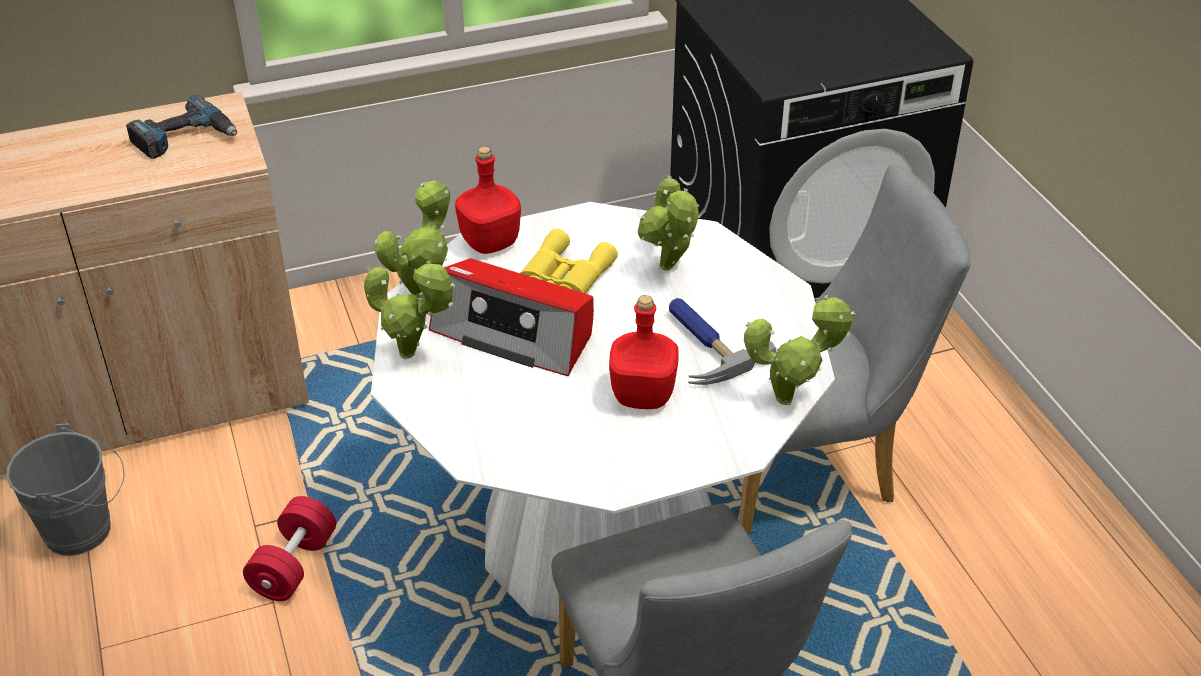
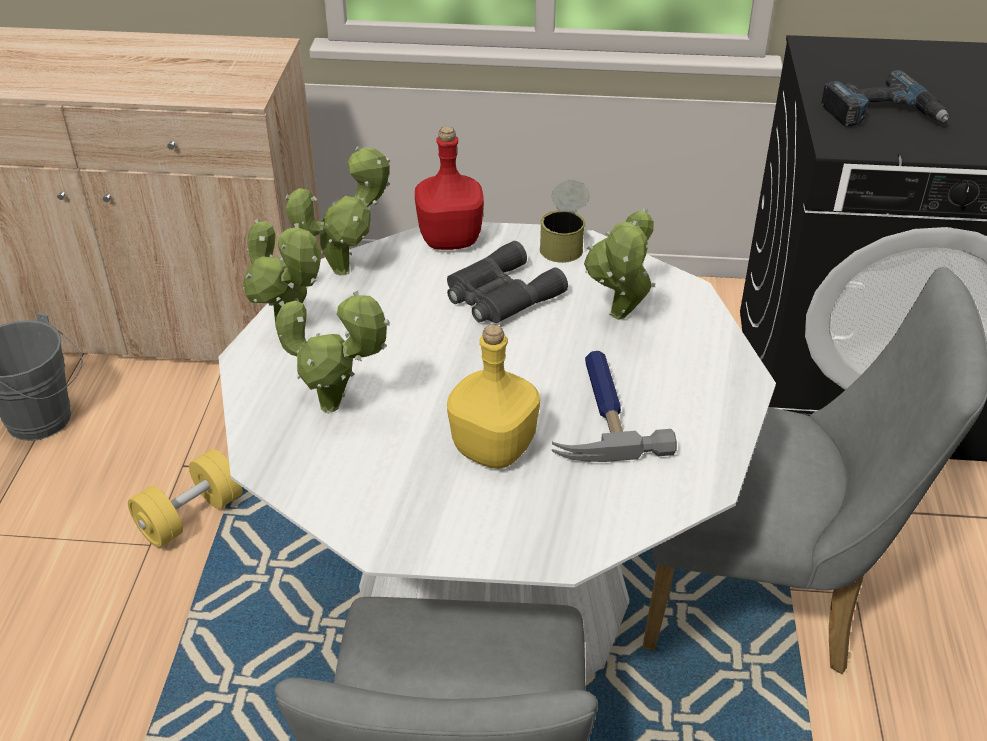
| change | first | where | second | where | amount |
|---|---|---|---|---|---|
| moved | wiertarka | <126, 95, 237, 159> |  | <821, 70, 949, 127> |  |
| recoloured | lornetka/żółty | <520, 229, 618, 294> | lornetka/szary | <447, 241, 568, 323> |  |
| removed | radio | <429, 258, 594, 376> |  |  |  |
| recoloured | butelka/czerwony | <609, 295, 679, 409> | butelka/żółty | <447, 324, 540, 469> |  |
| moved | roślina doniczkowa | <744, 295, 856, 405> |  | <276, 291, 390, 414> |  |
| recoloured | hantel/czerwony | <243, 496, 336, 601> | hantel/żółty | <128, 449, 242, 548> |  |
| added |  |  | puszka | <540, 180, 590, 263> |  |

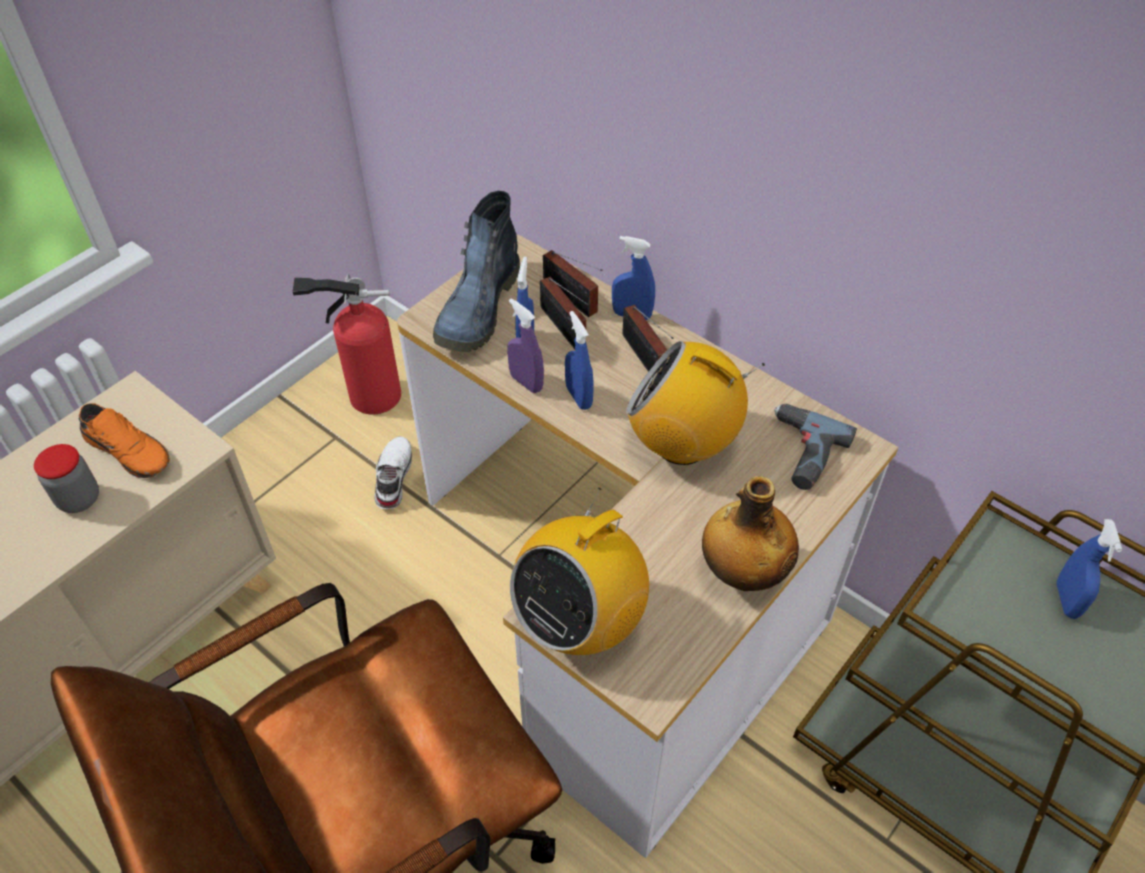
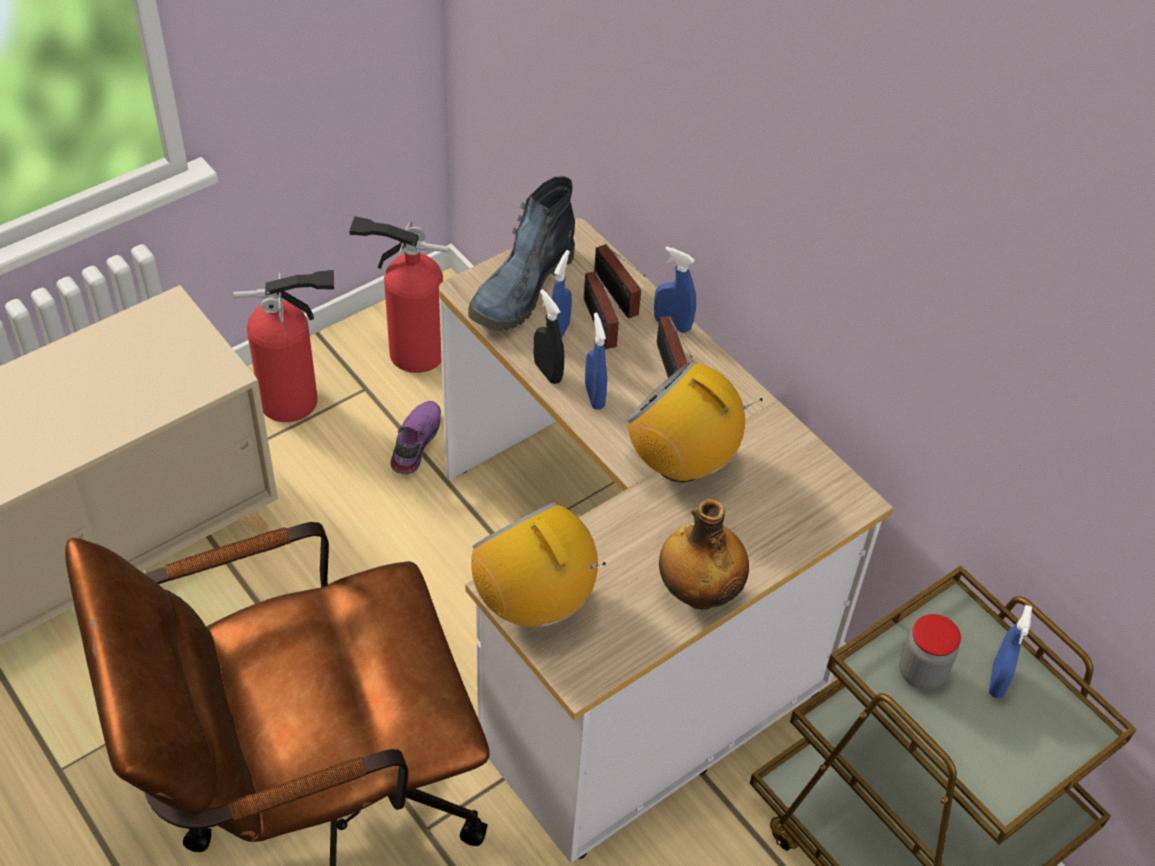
| change | first | where | second | where | amount |
|---|---|---|---|---|---|
| recoloured | spryskiwacz/fioletowy | <507, 298, 544, 393> | spryskiwacz/czarny | <534, 289, 564, 384> |  |
| removed | but/pomarańczowy | <79, 403, 170, 478> |  |  |  |
| removed | wiertarka | <774, 403, 857, 490> |  |  |  |
| recoloured | but/biały | <374, 436, 412, 509> | but/fioletowy | <391, 401, 441, 475> |  |
| moved | słoik | <34, 444, 99, 513> |  | <899, 614, 961, 690> |  |
| turned | radio | <510, 488, 649, 655> |  | <471, 502, 606, 627> | 90 degrees clockwise |
| added |  |  | gaśnica | <233, 270, 334, 422> |  |

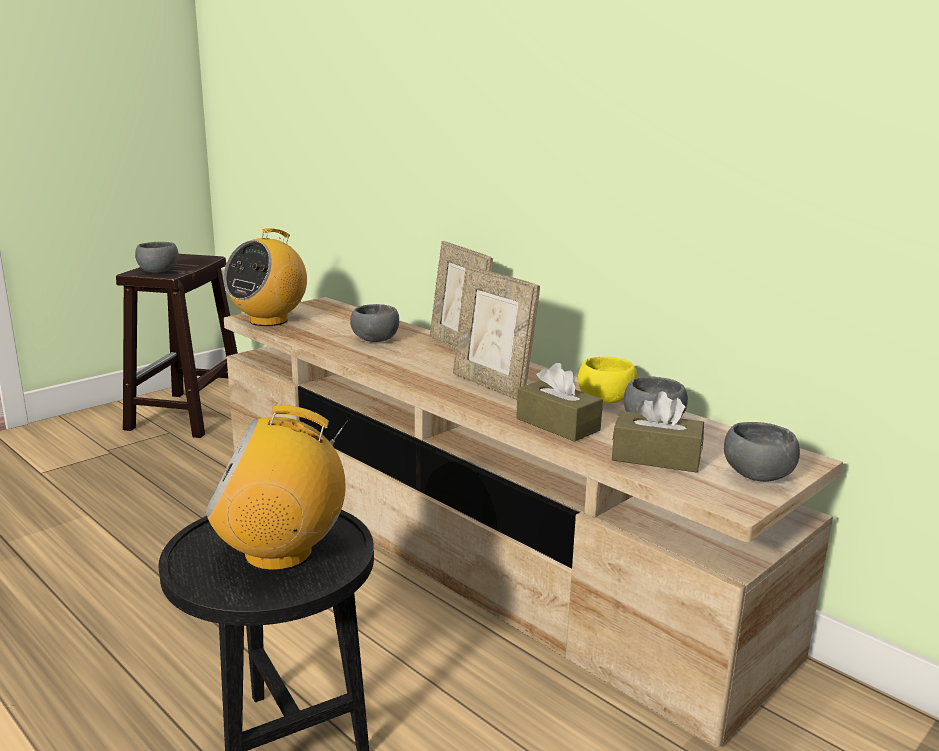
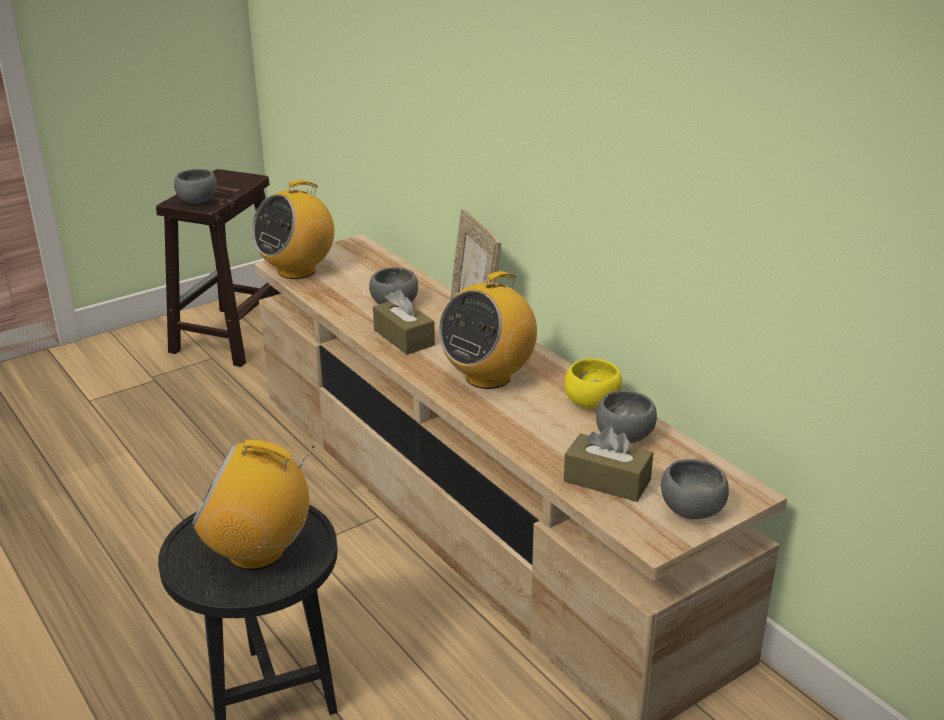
| change | first | where | second | where | amount |
|---|---|---|---|---|---|
| replaced | ramka na zdjęcie | <453, 266, 540, 400> | radio | <439, 271, 537, 389> |  |
| moved | pudełko chusteczek/brązowy | <516, 363, 603, 442> |  | <373, 289, 435, 355> |  |

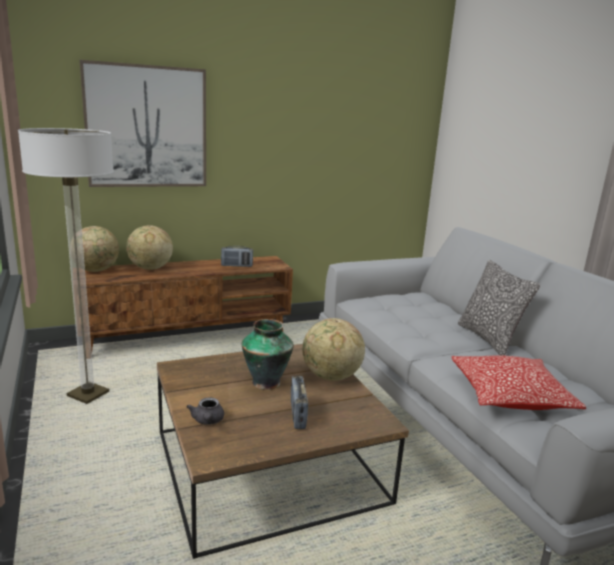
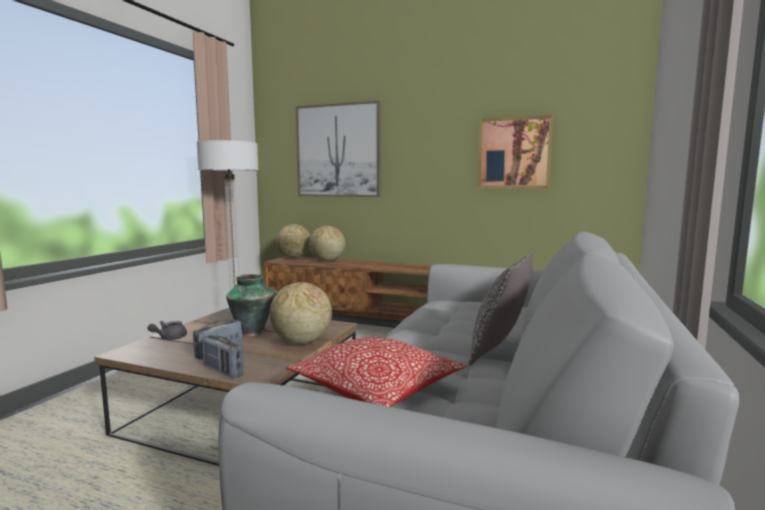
| change | first | where | second | where | amount |
|---|---|---|---|---|---|
| moved | radio | <221, 246, 253, 267> |  | <202, 335, 244, 378> |  |
| added |  |  | obraz | <478, 115, 553, 188> |  |

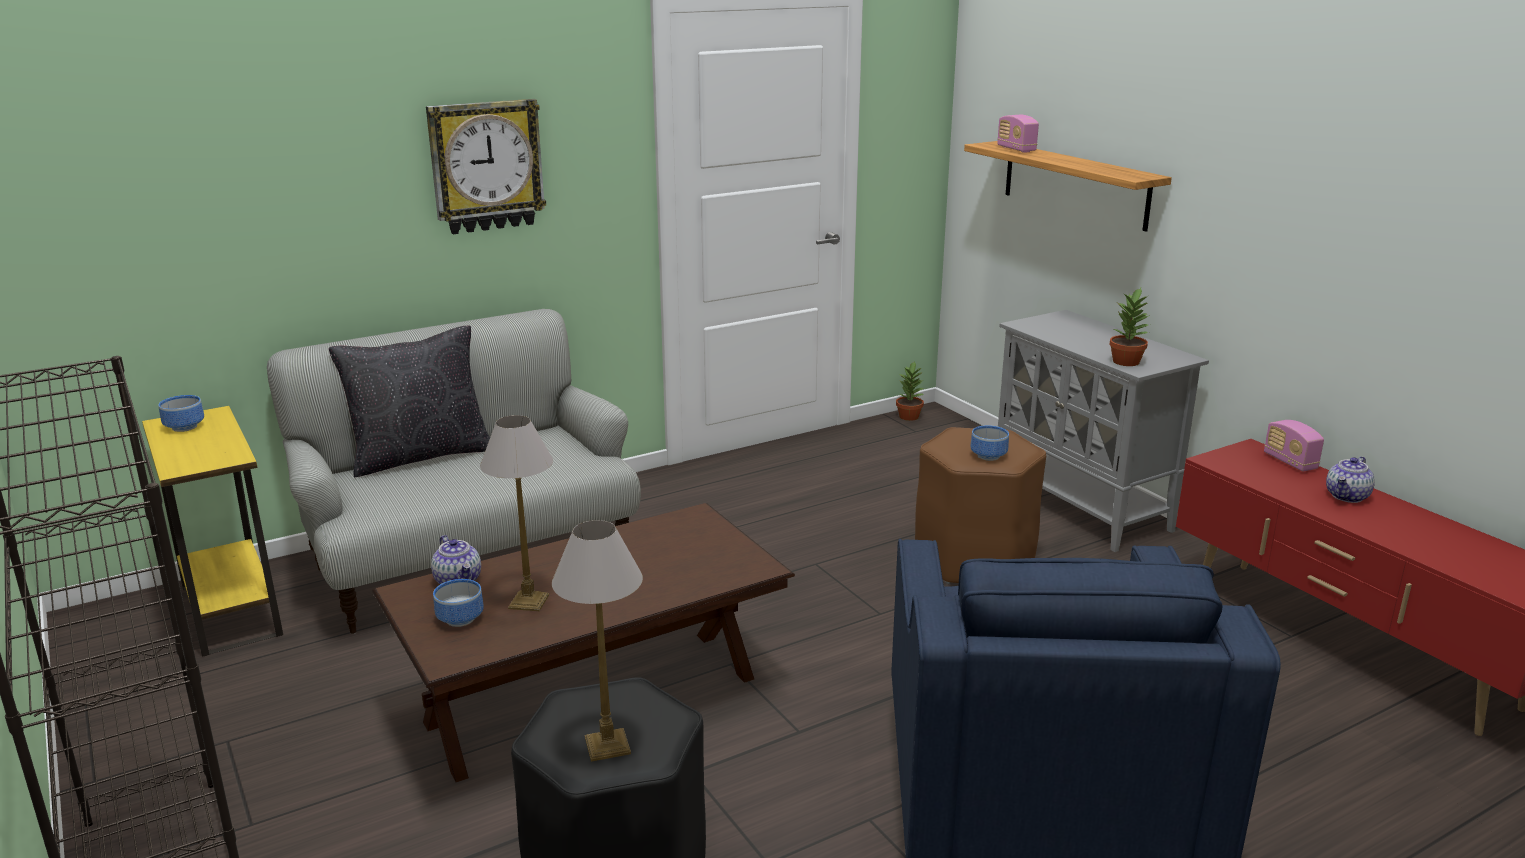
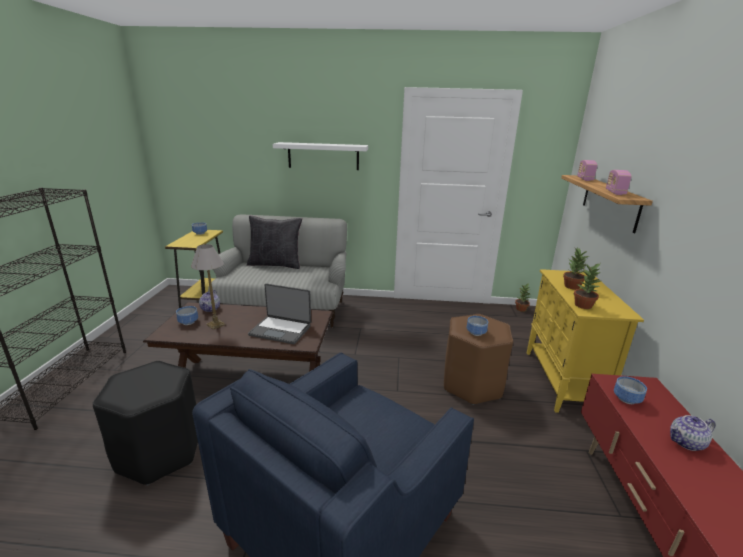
| change | first | where | second | where | amount |
|---|---|---|---|---|---|
| replaced | zegar ścienny | <426, 99, 546, 234> | półka/biały | <273, 142, 368, 170> |  |
| recoloured | szafka/szary | <997, 310, 1209, 552> | szafka/żółty | <527, 269, 644, 413> |  |
| moved | radio | <1264, 420, 1324, 471> |  | <606, 170, 632, 195> |  |
| removed | lampa stołowa | <552, 520, 643, 762> |  |  |  |
| added |  |  | roślina doniczkowa | <563, 248, 589, 290> |  |
| added |  |  | laptop | <248, 283, 311, 344> |  |
| added |  |  | miska | <614, 376, 647, 404> |  |

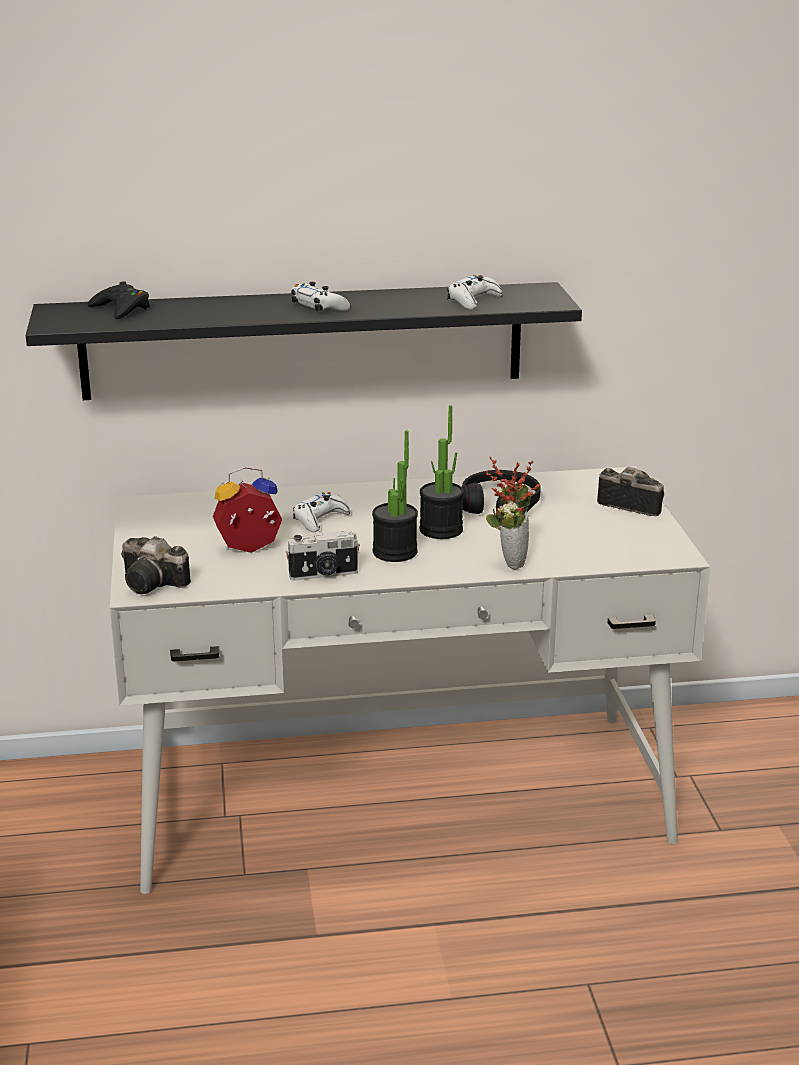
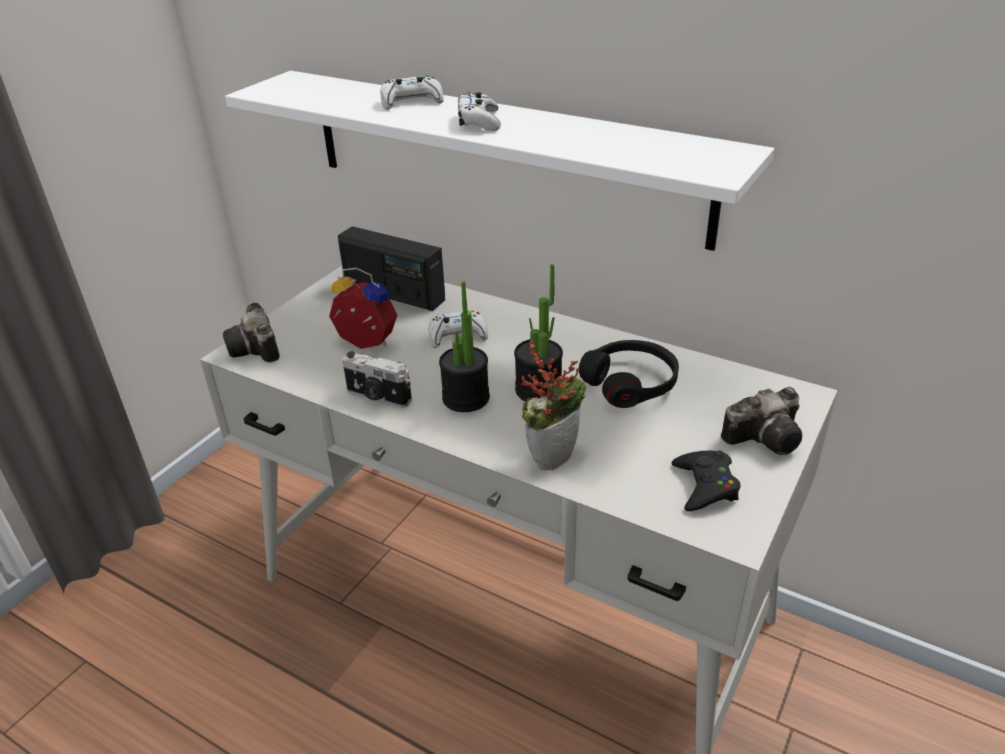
| change | first | where | second | where | amount |
|---|---|---|---|---|---|
| moved | pad do gier/biały | <447, 275, 503, 310> |  | <380, 76, 444, 110> |  |
| moved | pad do gier/czarny | <87, 281, 150, 319> |  | <672, 450, 741, 511> |  |
| recoloured | półka/czarny | <26, 282, 582, 400> | półka/biały | <225, 71, 775, 251> |  |
| turned | aparat fotograficzny | <597, 467, 664, 516> |  | <721, 387, 802, 455> | 90 degrees clockwise |
| added |  |  | radio | <338, 226, 445, 311> |  |

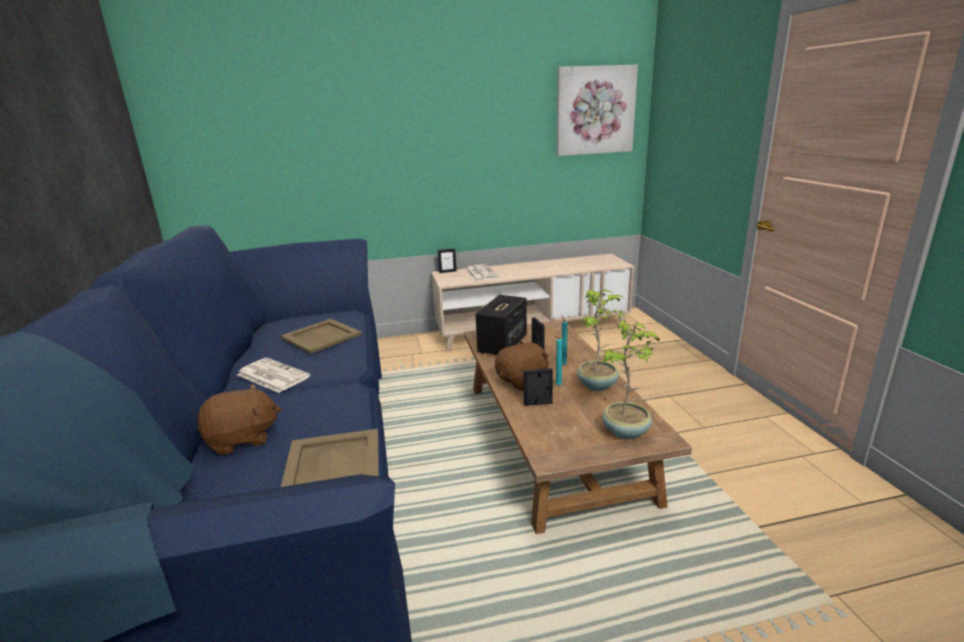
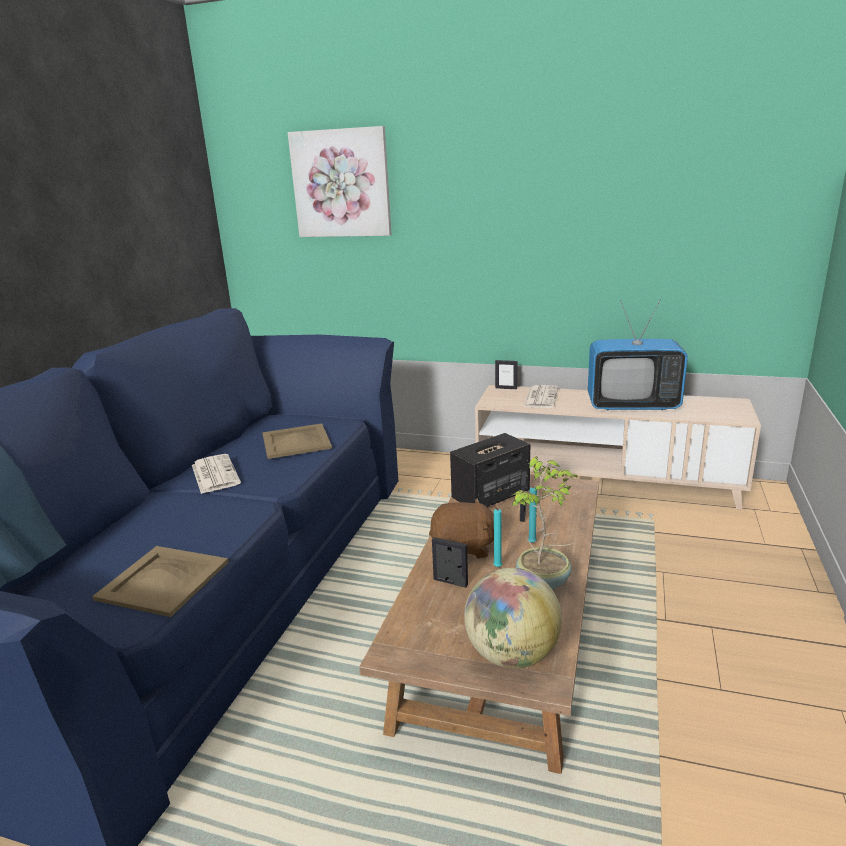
| change | first | where | second | where | amount |
|---|---|---|---|---|---|
| moved | obraz | <557, 65, 638, 156> |  | <288, 126, 392, 237> |  |
| replaced | roślina doniczkowa | <602, 320, 660, 439> | globus | <464, 568, 562, 669> |  |
| removed | pluszak/brązowy | <197, 384, 281, 455> |  |  |  |
| added |  |  | telewizor | <588, 299, 688, 410> |  |

